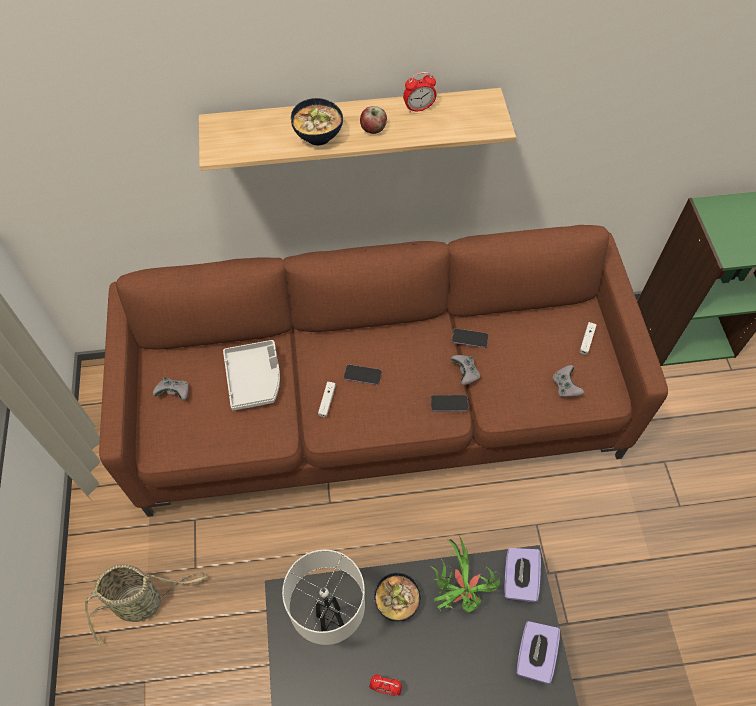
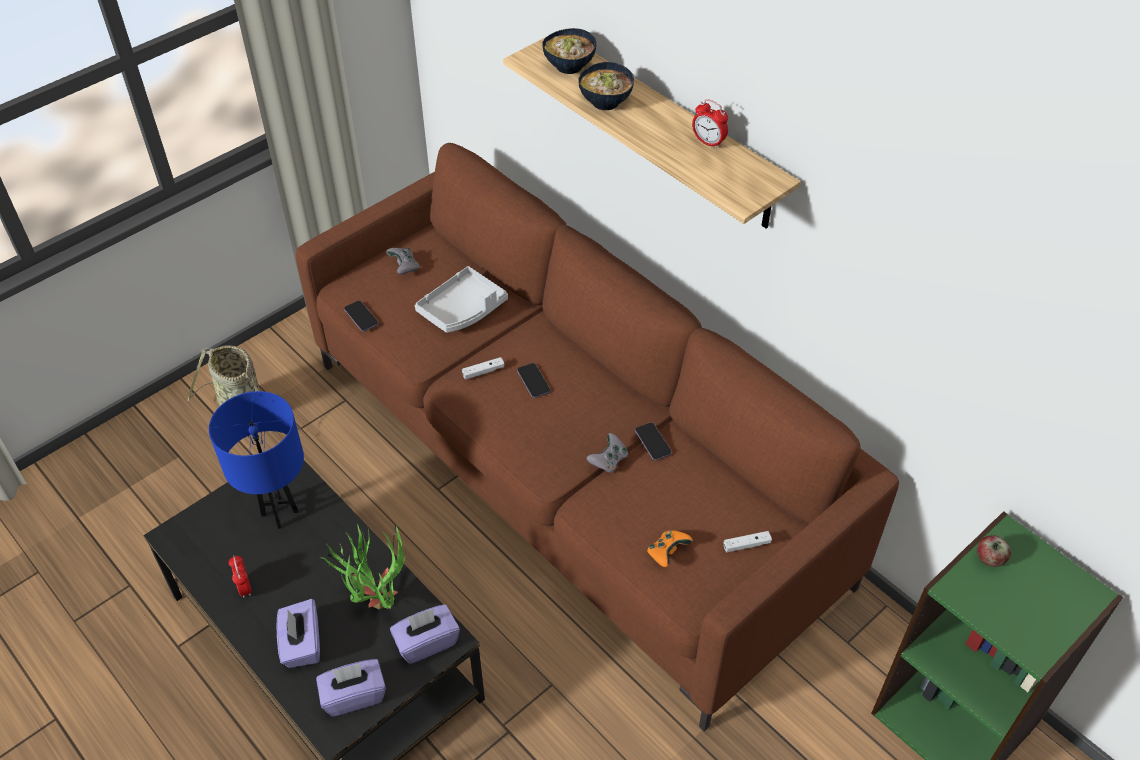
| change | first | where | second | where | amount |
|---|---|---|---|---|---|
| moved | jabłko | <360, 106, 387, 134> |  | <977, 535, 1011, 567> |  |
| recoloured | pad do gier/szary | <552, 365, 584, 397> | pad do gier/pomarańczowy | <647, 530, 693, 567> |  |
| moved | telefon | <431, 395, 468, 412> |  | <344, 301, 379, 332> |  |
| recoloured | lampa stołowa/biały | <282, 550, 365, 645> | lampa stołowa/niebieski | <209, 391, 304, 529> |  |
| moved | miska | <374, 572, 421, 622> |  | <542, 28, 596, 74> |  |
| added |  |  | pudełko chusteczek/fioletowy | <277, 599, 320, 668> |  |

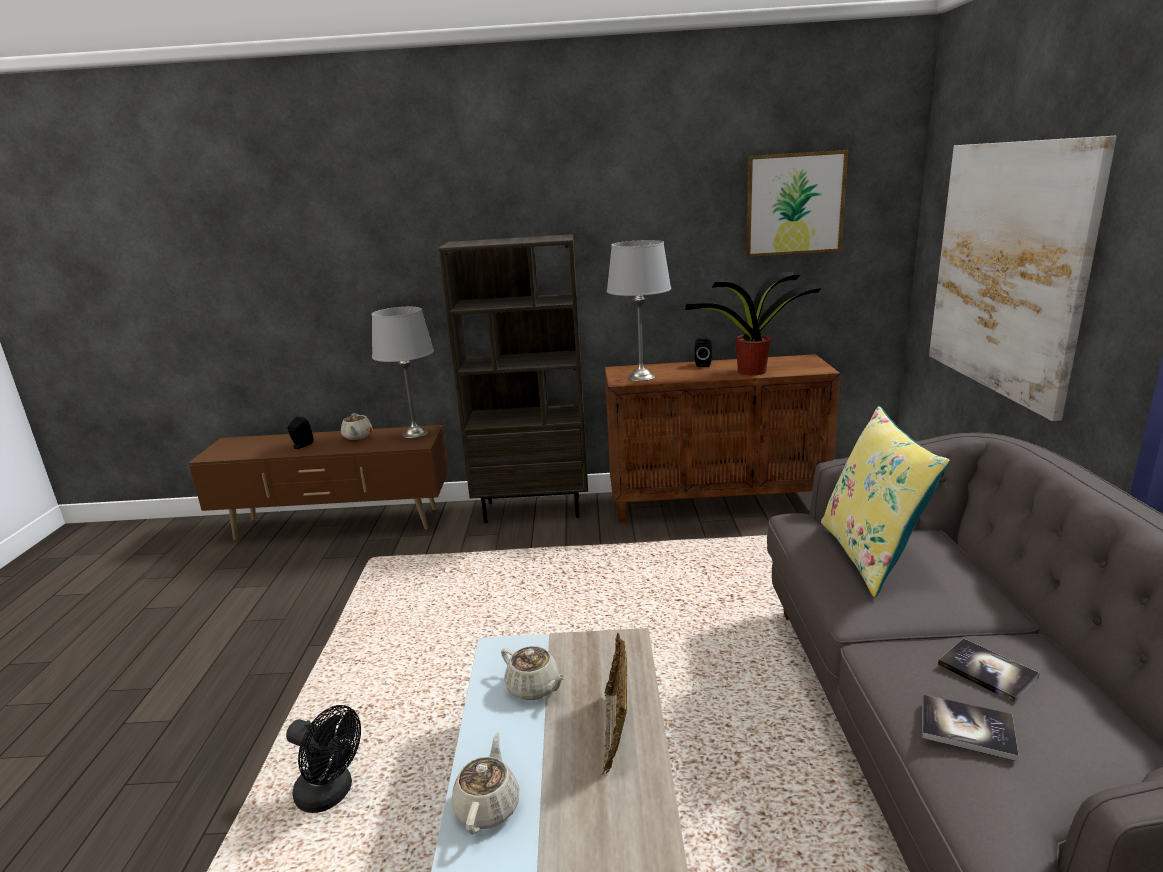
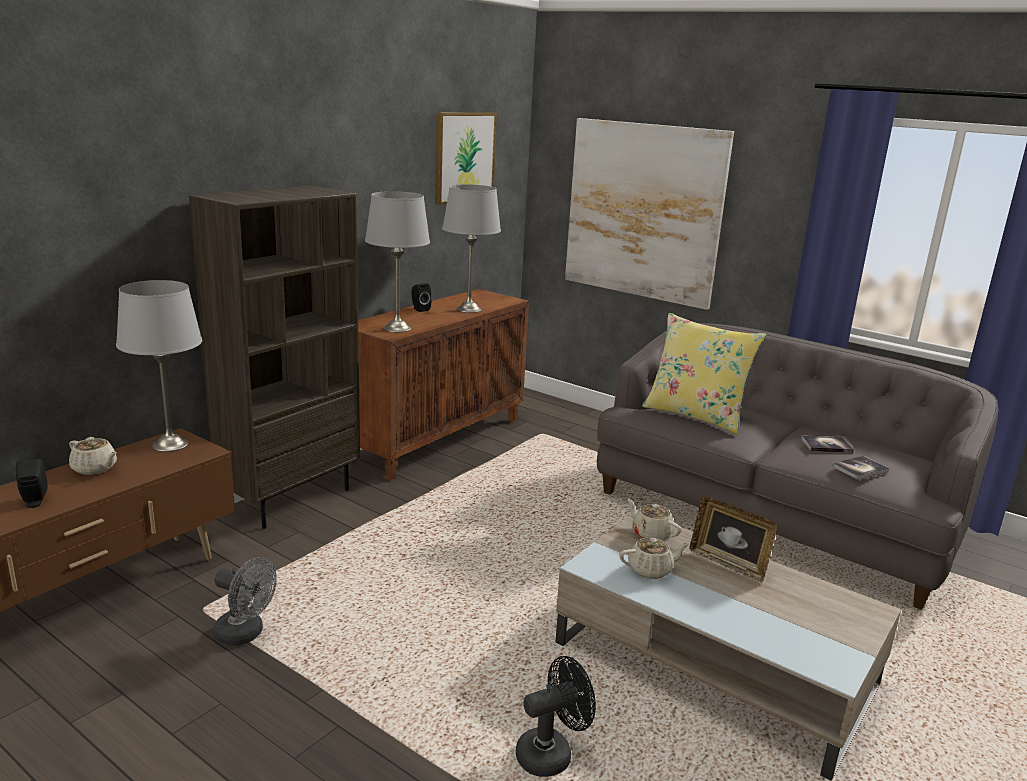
| change | first | where | second | where | amount |
|---|---|---|---|---|---|
| replaced | roślina doniczkowa | <684, 272, 821, 375> | lampa stołowa/szary | <442, 184, 501, 313> |  |
| moved | imbryk/beżowy | <451, 732, 519, 834> |  | <627, 498, 681, 541> |  |
| added |  |  | wentylator/szary | <213, 557, 277, 646> |  |

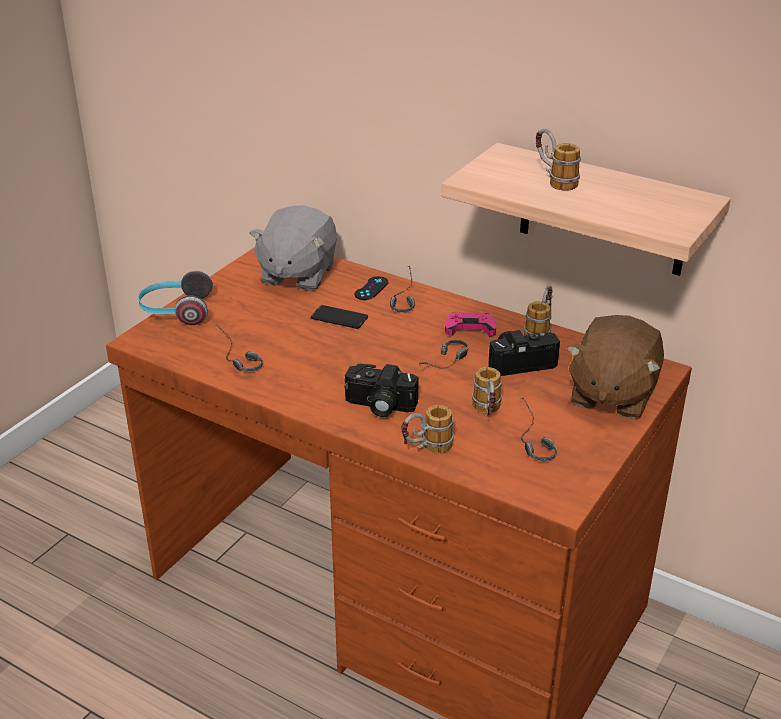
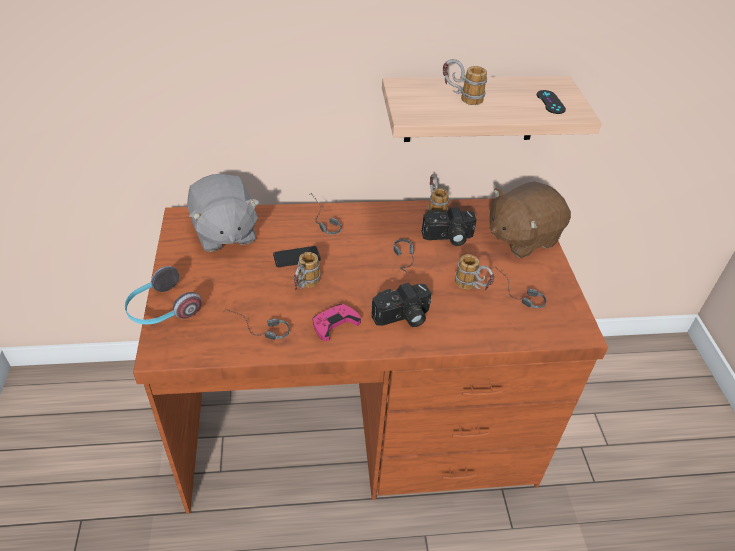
| change | first | where | second | where | amount |
|---|---|---|---|---|---|
| moved | pad do gier/czarny | <355, 276, 388, 300> |  | <537, 90, 566, 114> |  |
| moved | pad do gier/różowy | <445, 312, 496, 337> |  | <312, 304, 361, 341> |  |
| turned | pluszak/brązowy | <567, 315, 664, 419> |  | <489, 181, 571, 258> | 75 degrees clockwise |
| turned | aparat fotograficzny | <488, 330, 560, 376> |  | <421, 207, 477, 246> | 135 degrees counterclockwise |
| moved | kubek | <402, 405, 454, 454> |  | <294, 252, 320, 290> |  |

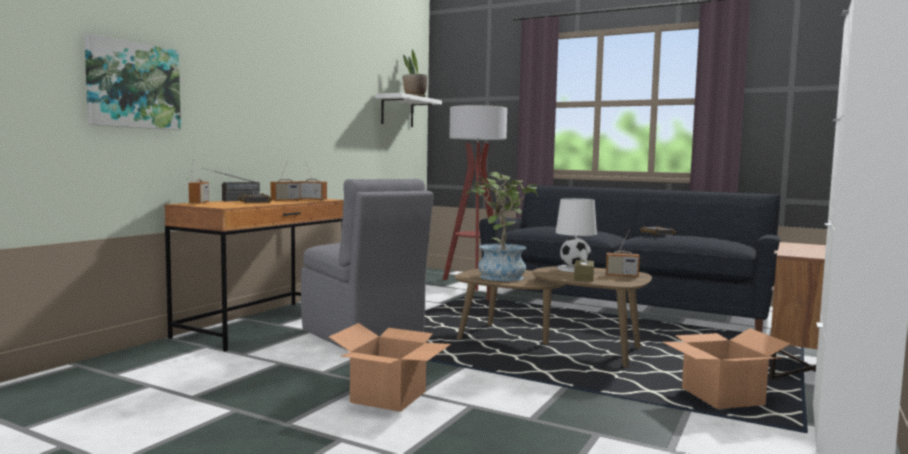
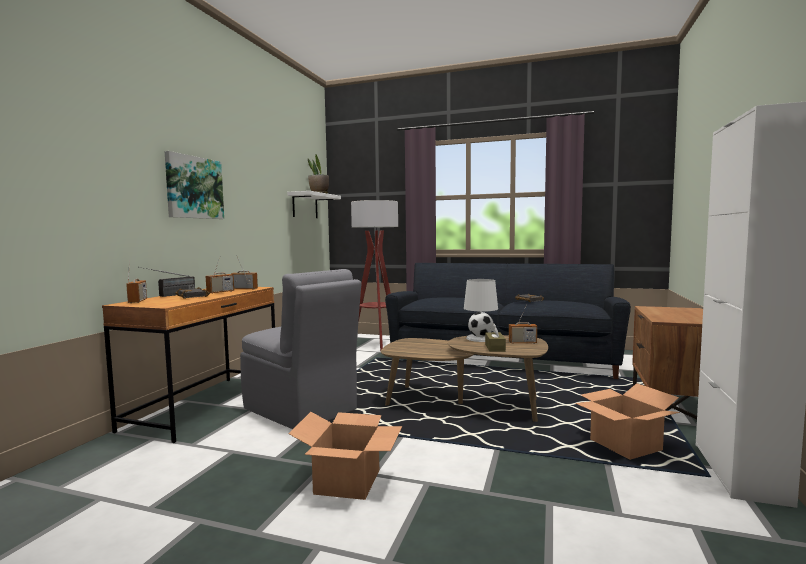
| change | first | where | second | where | amount |
|---|---|---|---|---|---|
| moved | obraz | <84, 34, 181, 130> |  | <165, 151, 224, 219> |  |
| removed | roślina doniczkowa | <466, 172, 538, 281> |  |  |  |

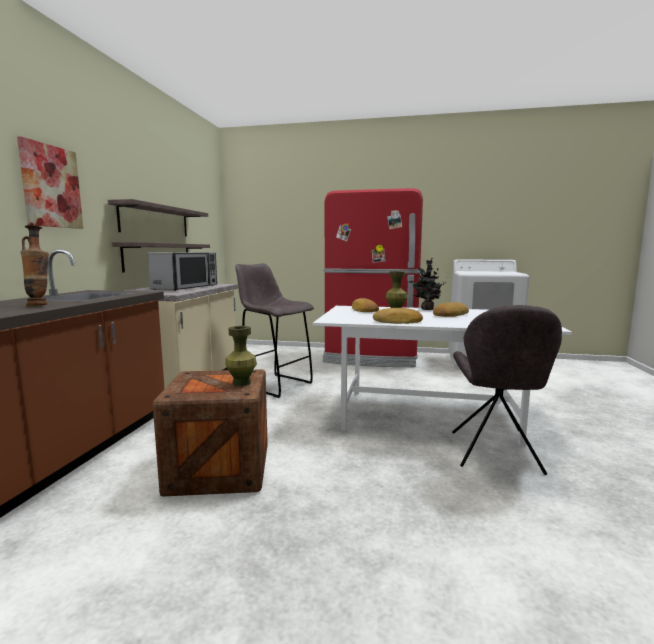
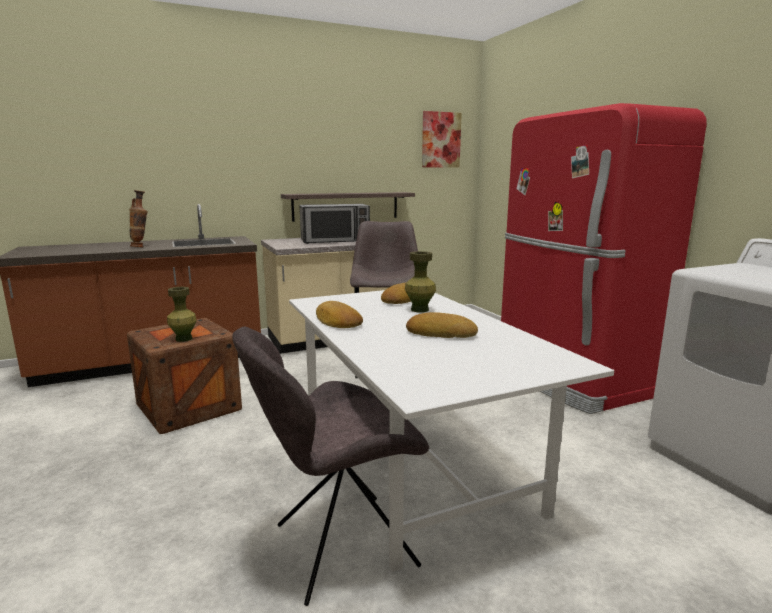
| change | first | where | second | where | amount |
|---|---|---|---|---|---|
| moved | obraz | <17, 136, 83, 229> |  | <422, 111, 462, 168> |  |
| removed | półka | <108, 199, 208, 237> |  |  |  |
| removed | roślina doniczkowa | <408, 258, 446, 310> |  |  |  |

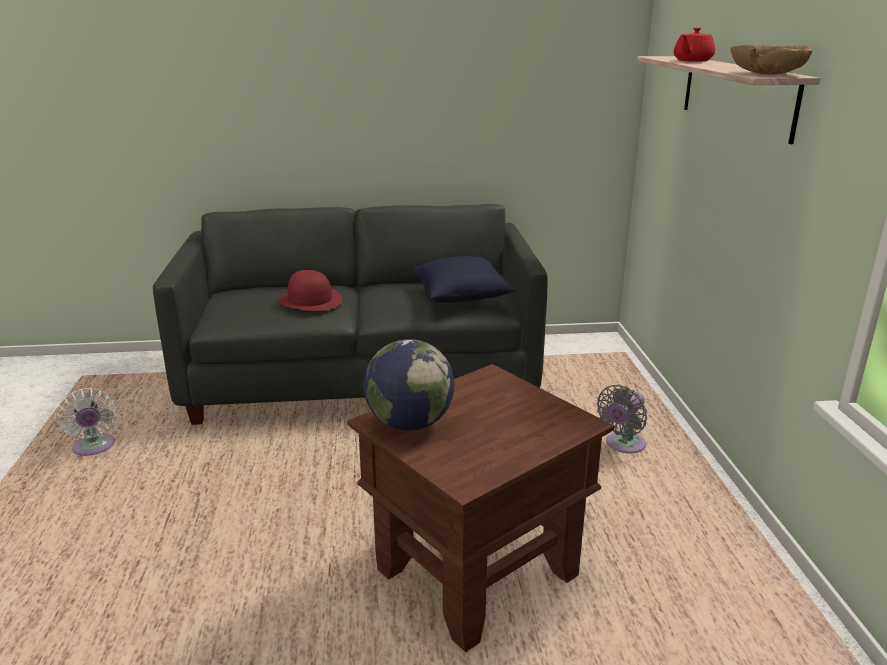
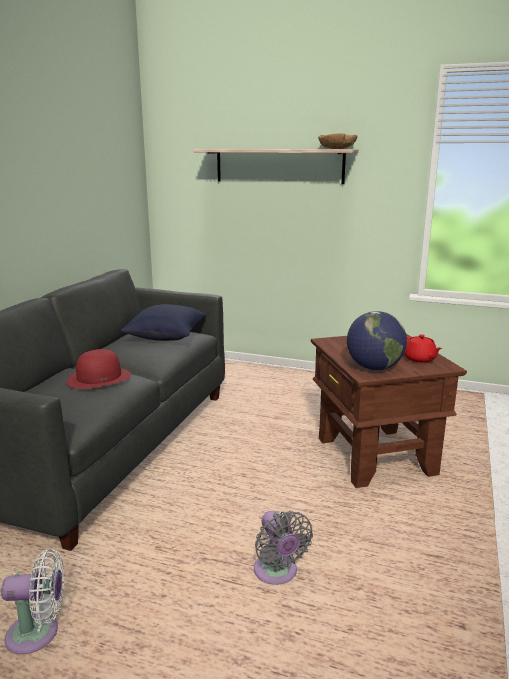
| change | first | where | second | where | amount |
|---|---|---|---|---|---|
| moved | imbryk/czerwony | <674, 27, 715, 62> |  | <404, 334, 442, 363> |  |
| moved | wentylator/szary | <597, 385, 647, 453> |  | <254, 511, 313, 585> |  |

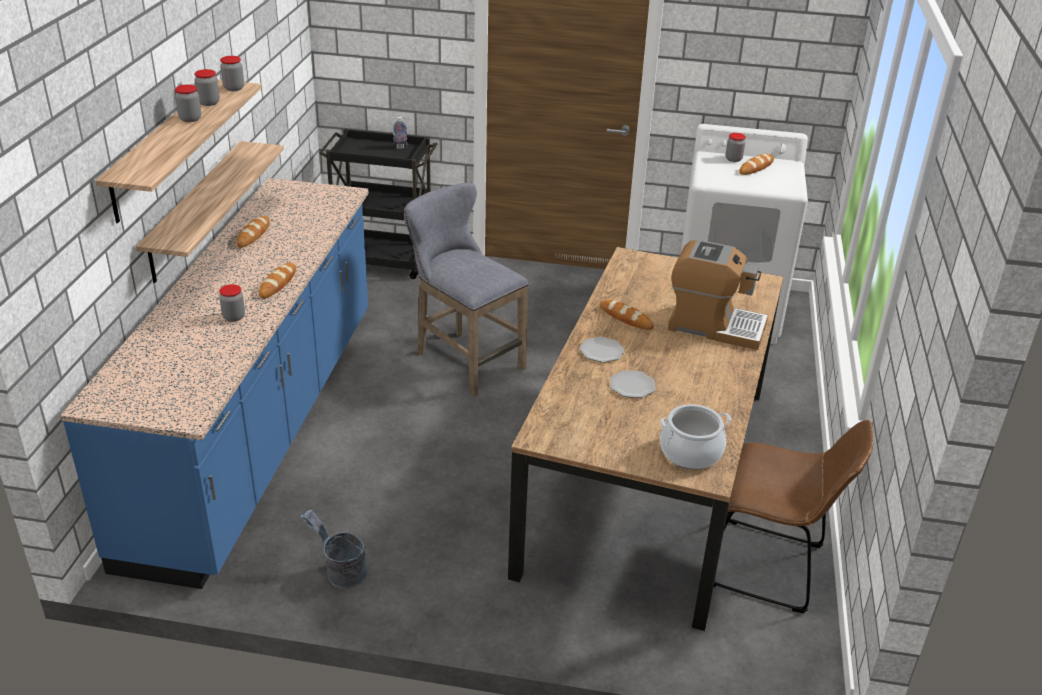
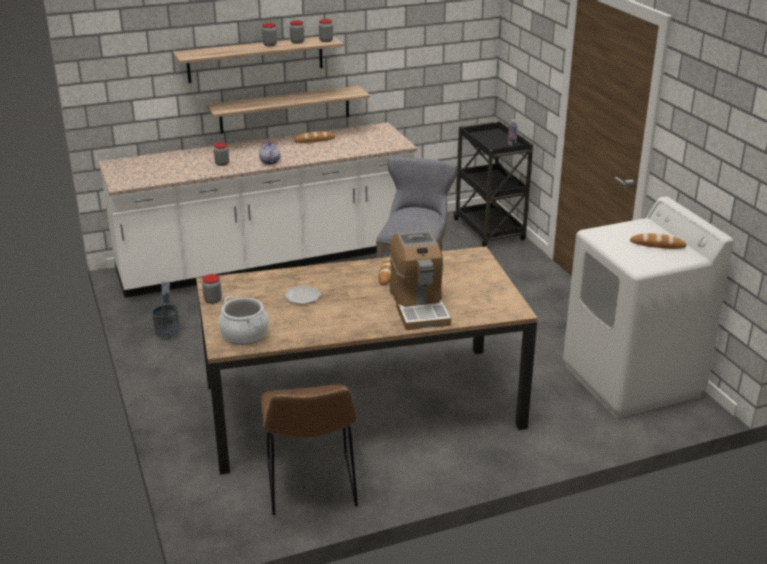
| change | first | where | second | where | amount |
|---|---|---|---|---|---|
| moved | słoik | <726, 133, 746, 162> |  | <202, 274, 222, 304> |  |
| recoloured | zabudowa kuchenna/niebieski | <60, 178, 369, 589> | zabudowa kuchenna/biały | <98, 122, 417, 298> |  |
| replaced | chleb | <259, 263, 296, 298> | imbryk | <259, 142, 281, 165> |  |
| removed | talerz | <579, 337, 625, 363> |  |  |  |

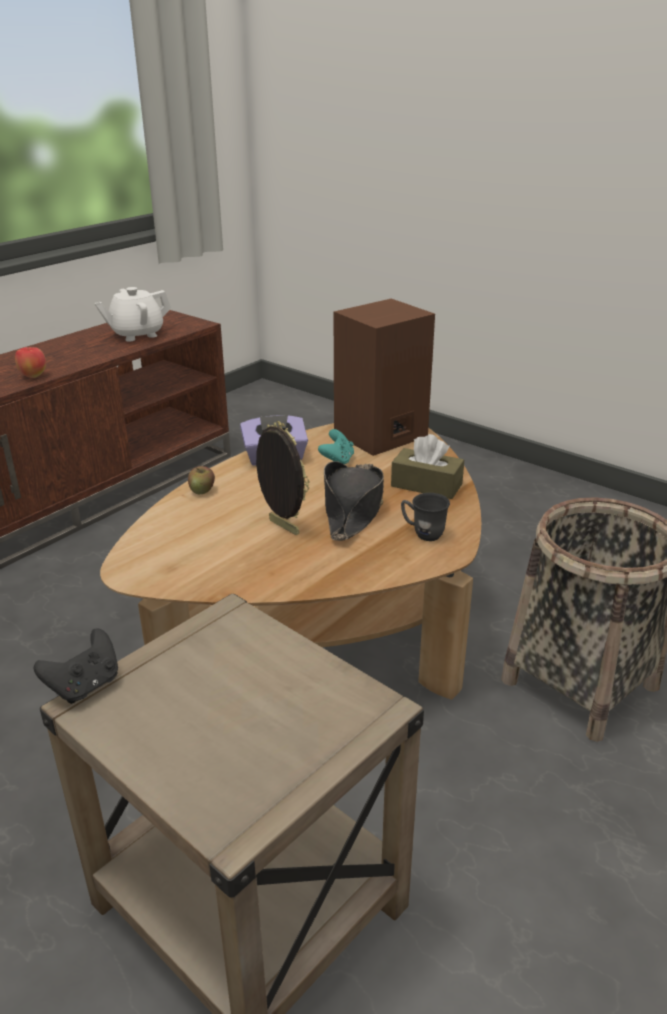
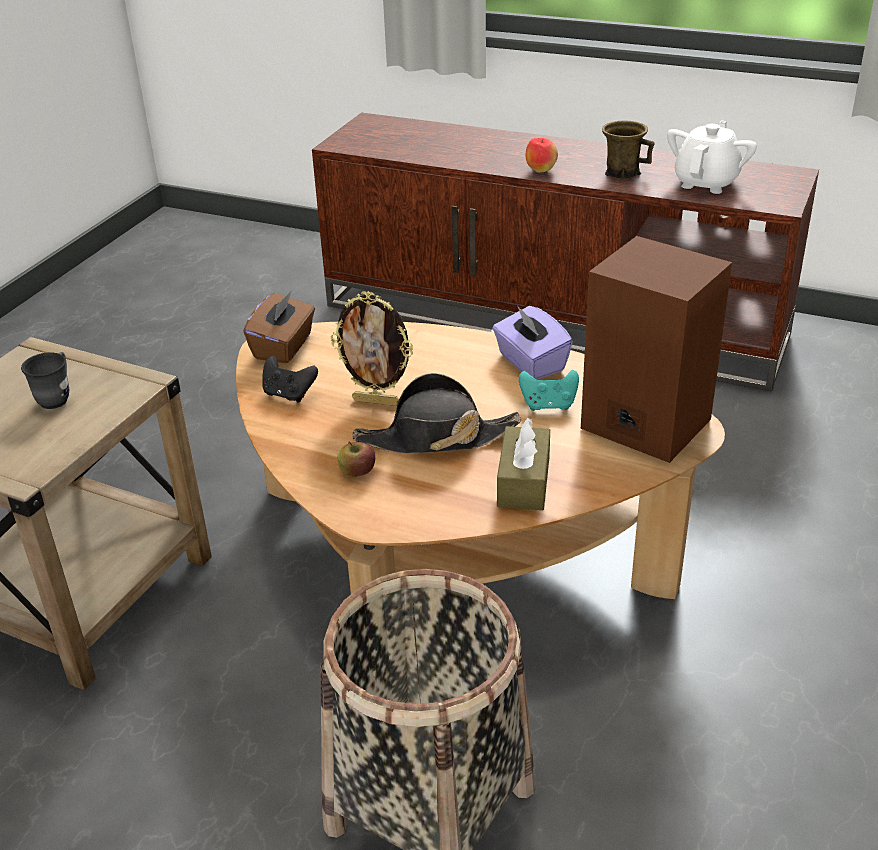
| change | first | where | second | where | amount |
|---|---|---|---|---|---|
| turned | imbryk/biały | <94, 287, 171, 342> |  | <667, 121, 757, 194> | 75 degrees clockwise |
| turned | ramka na zdjęcie | <256, 421, 310, 535> |  | <331, 291, 414, 406> | 75 degrees clockwise |
| moved | jabłko | <188, 466, 215, 494> |  | <337, 441, 375, 477> |  |
| moved | kubek/szary | <401, 493, 450, 541> |  | <21, 352, 69, 409> |  |
| moved | pad do gier/czarny | <34, 629, 118, 704> |  | <262, 356, 318, 402> |  |
| added |  |  | kubek/brązowy | <602, 121, 655, 180> |  |
| added |  |  | pudełko chusteczek/brązowy | <243, 290, 315, 363> |  |

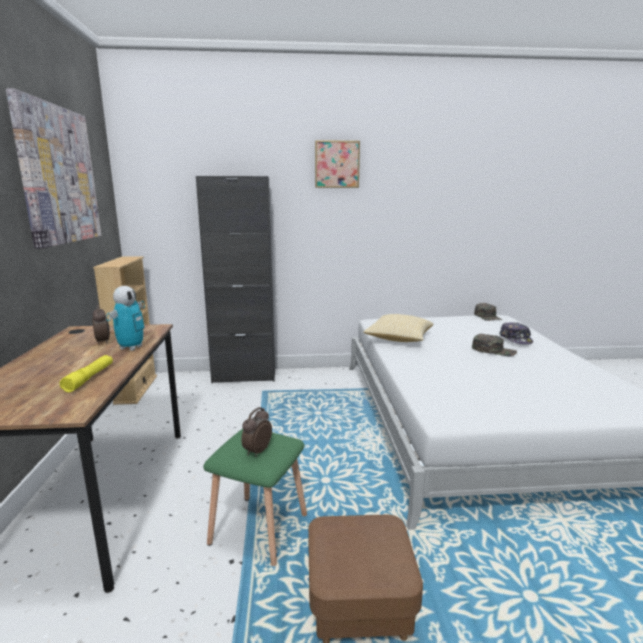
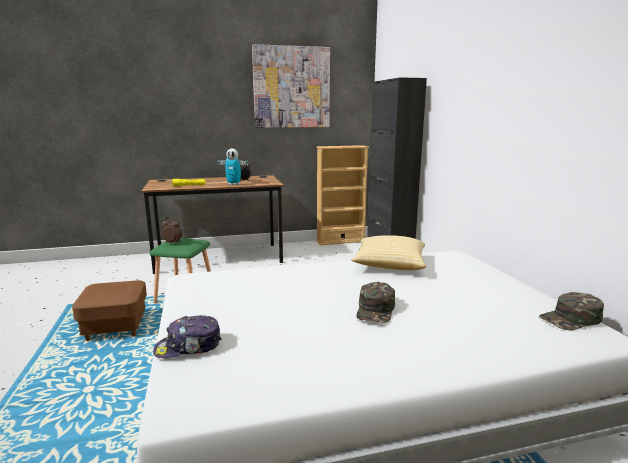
| change | first | where | second | where | amount |
|---|---|---|---|---|---|
| removed | obraz | <315, 140, 360, 188> |  |  |  |
| moved | czapka z daszkiem | <499, 322, 533, 344> |  | <153, 315, 222, 358> |  |

